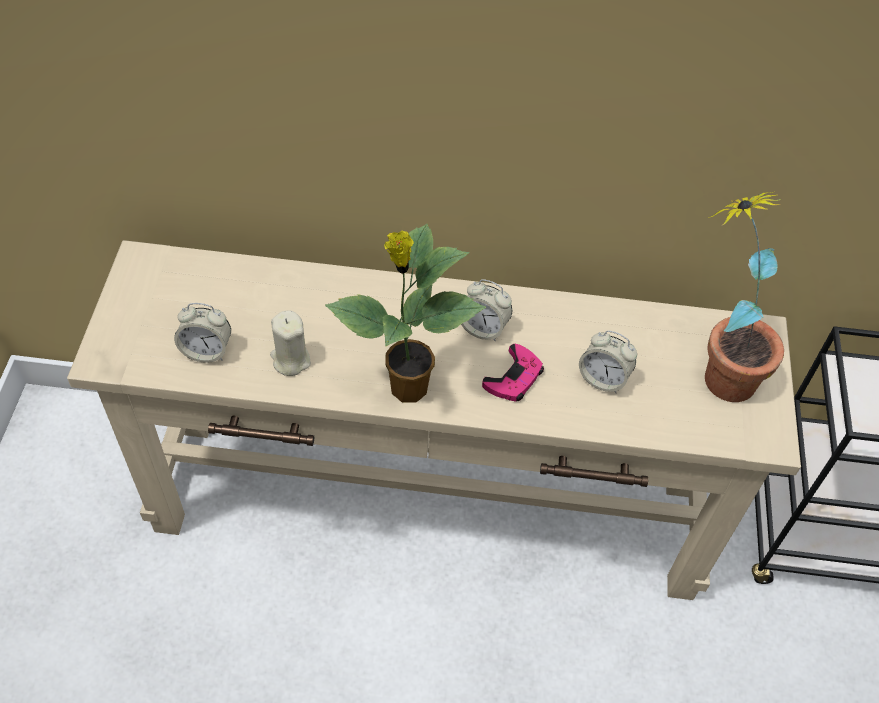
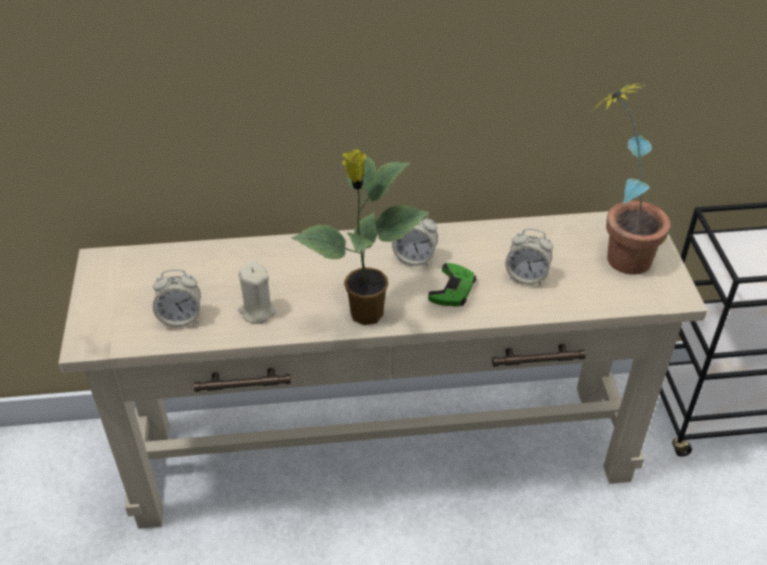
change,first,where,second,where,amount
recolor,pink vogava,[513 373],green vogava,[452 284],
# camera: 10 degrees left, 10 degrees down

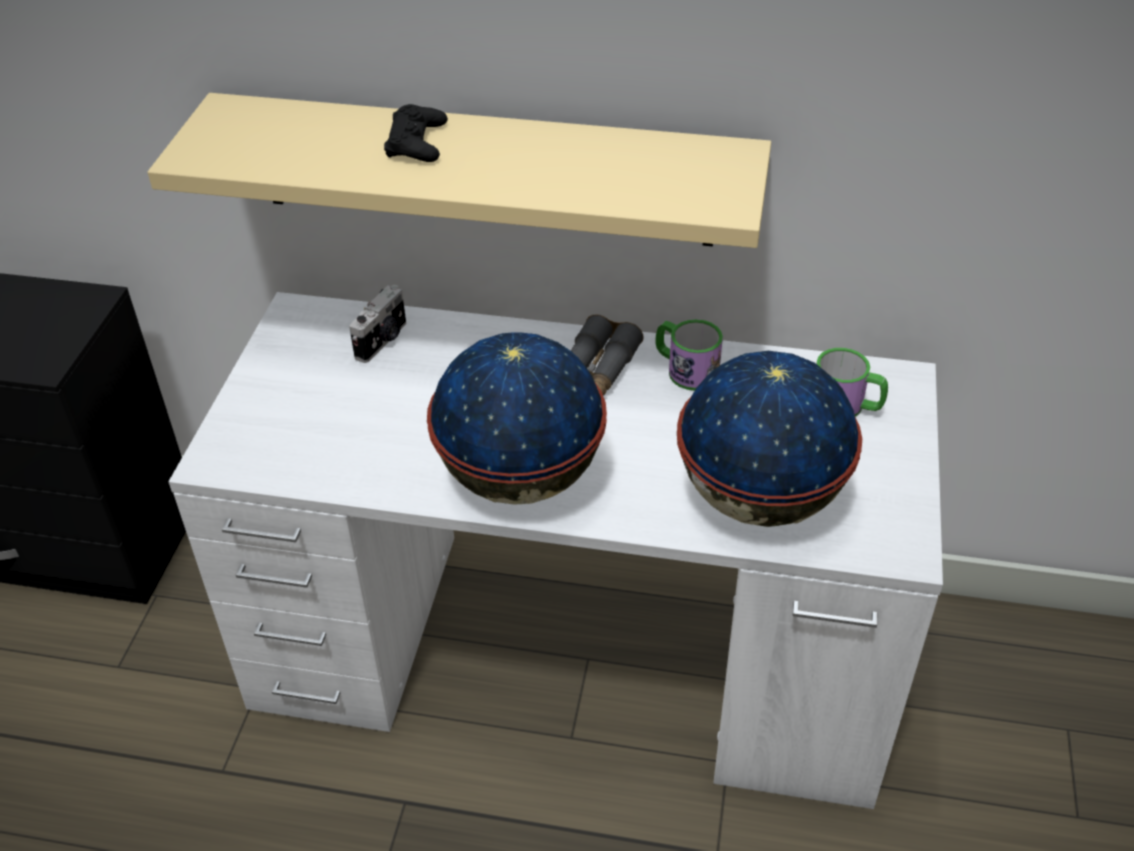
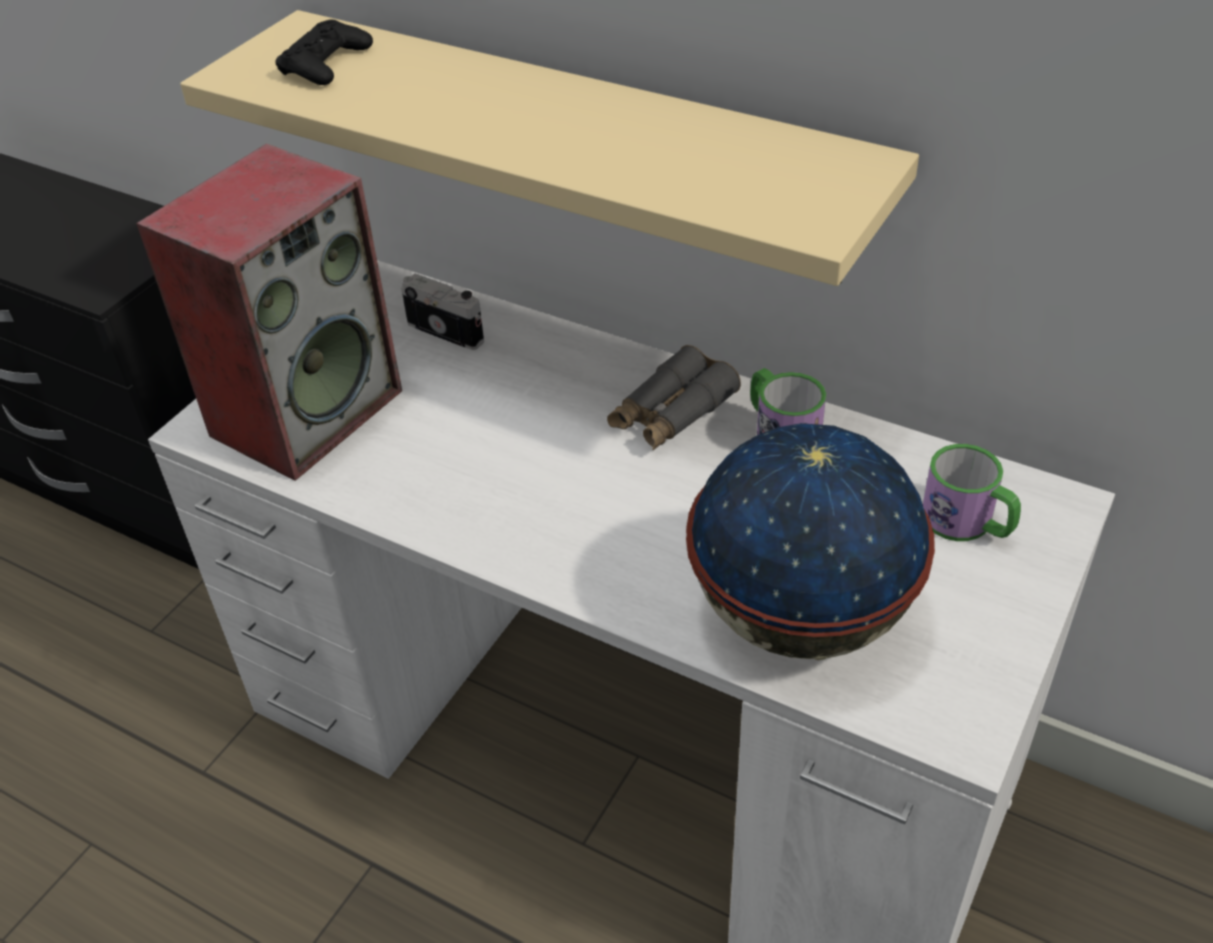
change,first,where,second,where,amount
move,black vogava,[416 133],,[324 52],
rotate,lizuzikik,[377 324],,[442 311],105 degrees counterclockwise
delete,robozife,[517 418],,,
insert,,,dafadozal,[269 312],
# camera: 20 degrees right, 0 degrees up

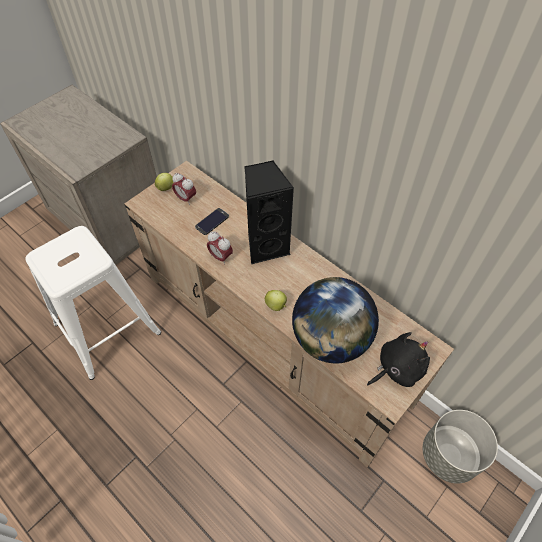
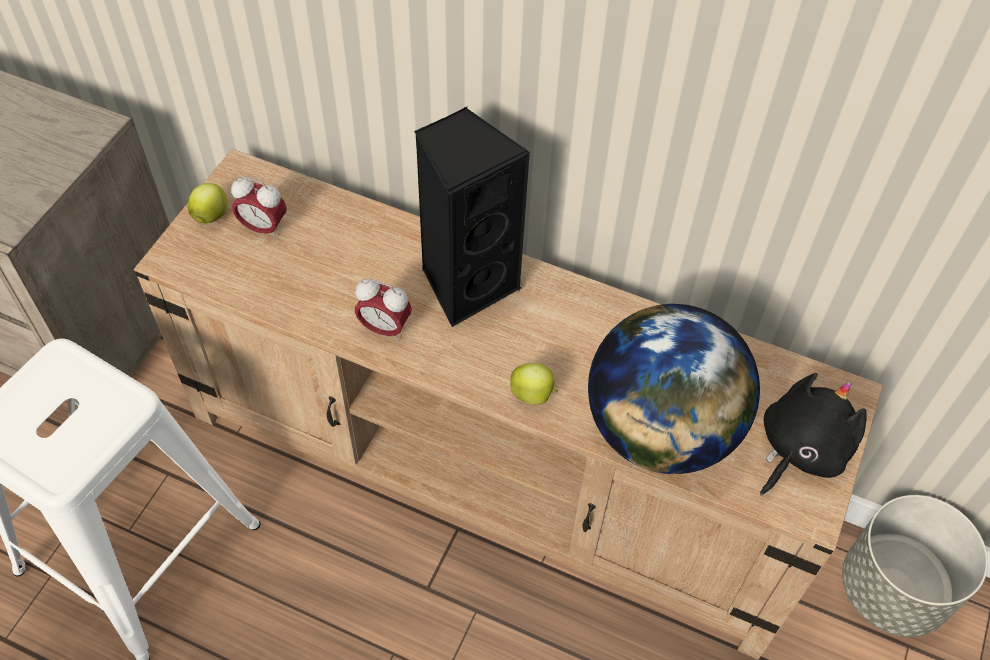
change,first,where,second,where,amount
delete,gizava,[212 221],,,
# camera: 20 degrees left, 0 degrees up

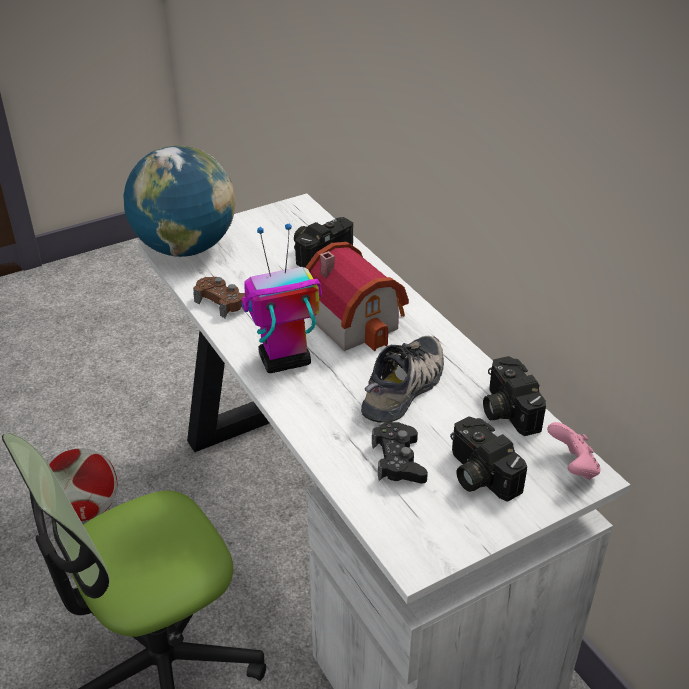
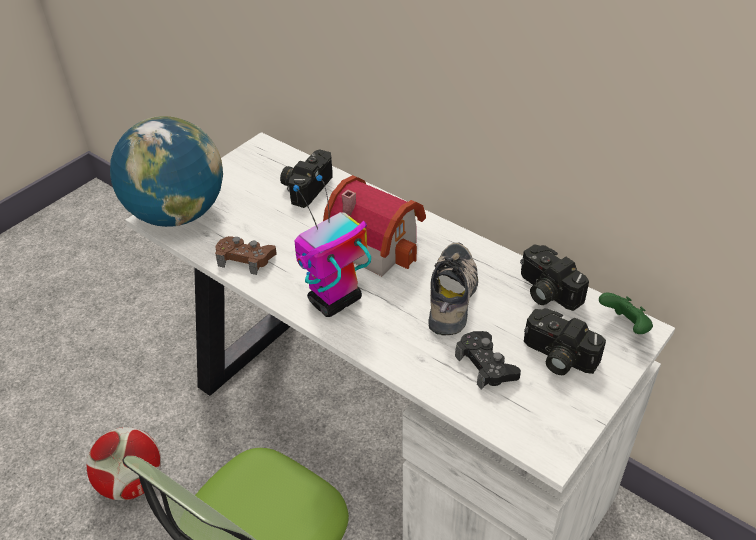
change,first,where,second,where,amount
recolor,pink vogava,[574 451],green vogava,[626 313],
# camera: 20 degrees left, 5 degrees up

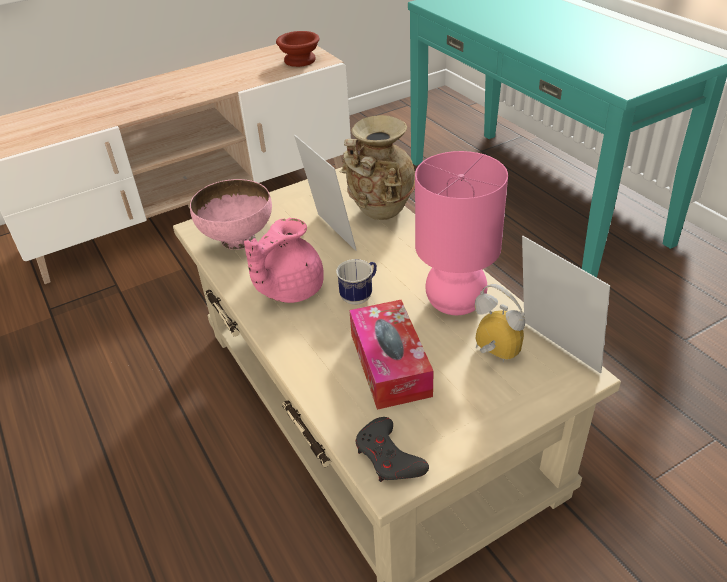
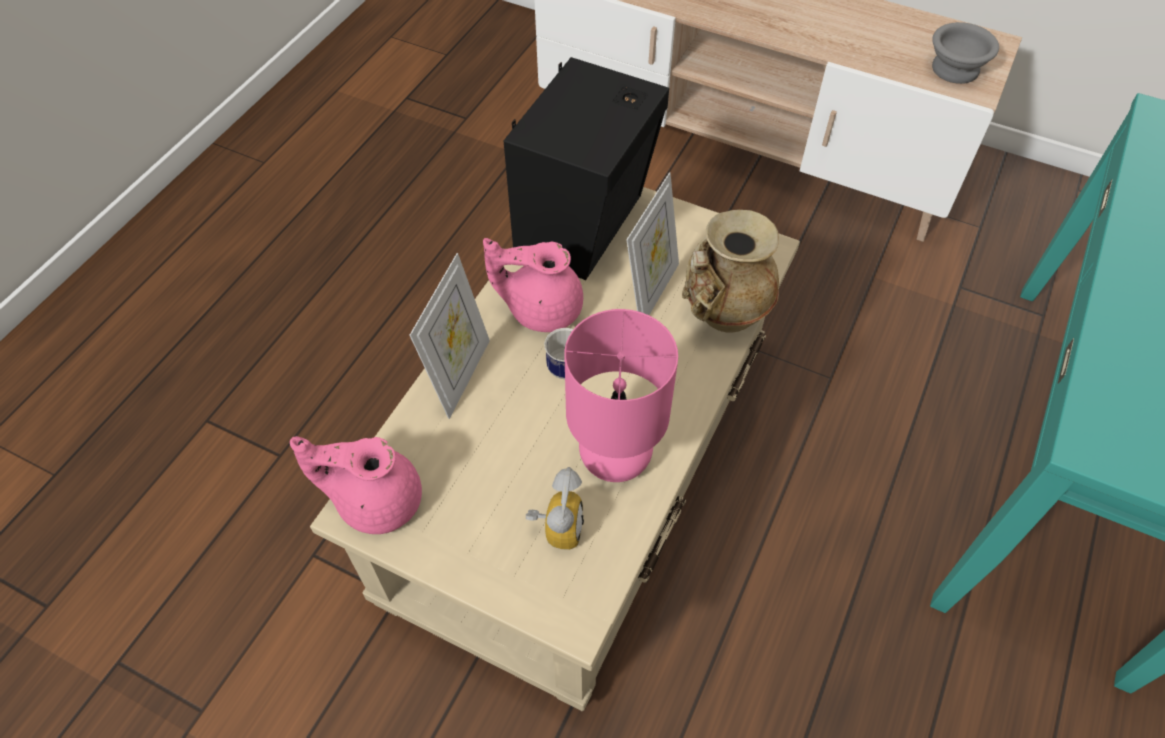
change,first,where,second,where,amount
recolor,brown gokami,[298 49],grey gokami,[965 53],
replace,pink gokami,[231 214],black dafadozal,[586 168],
move,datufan,[566 305],,[450 336],
delete,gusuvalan,[391 355],,,
replace,grey vogava,[392 449],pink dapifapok,[356 485],
# camera: 55 degrees right, 15 degrees up

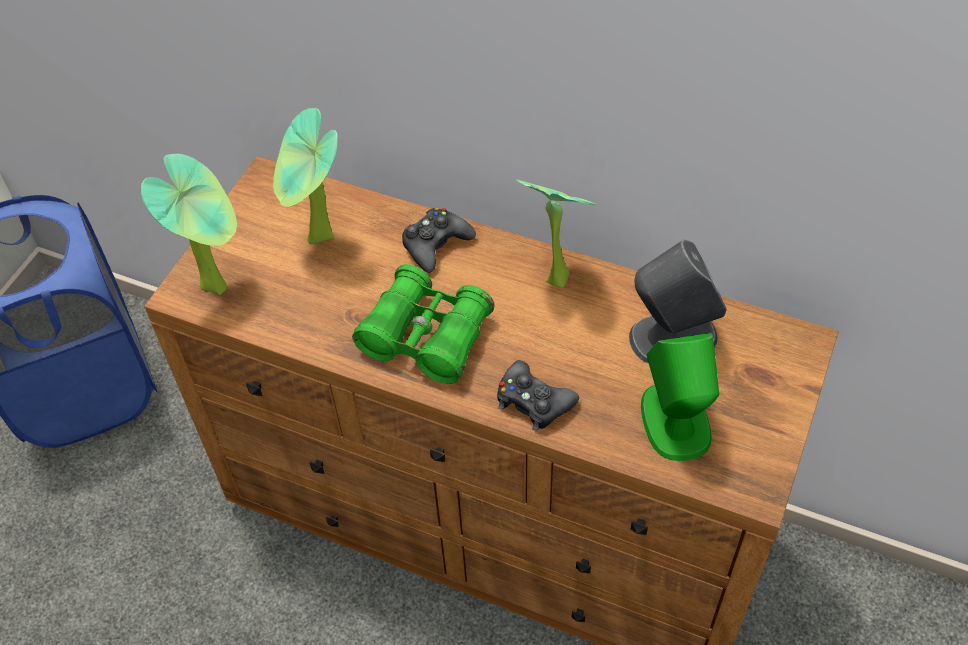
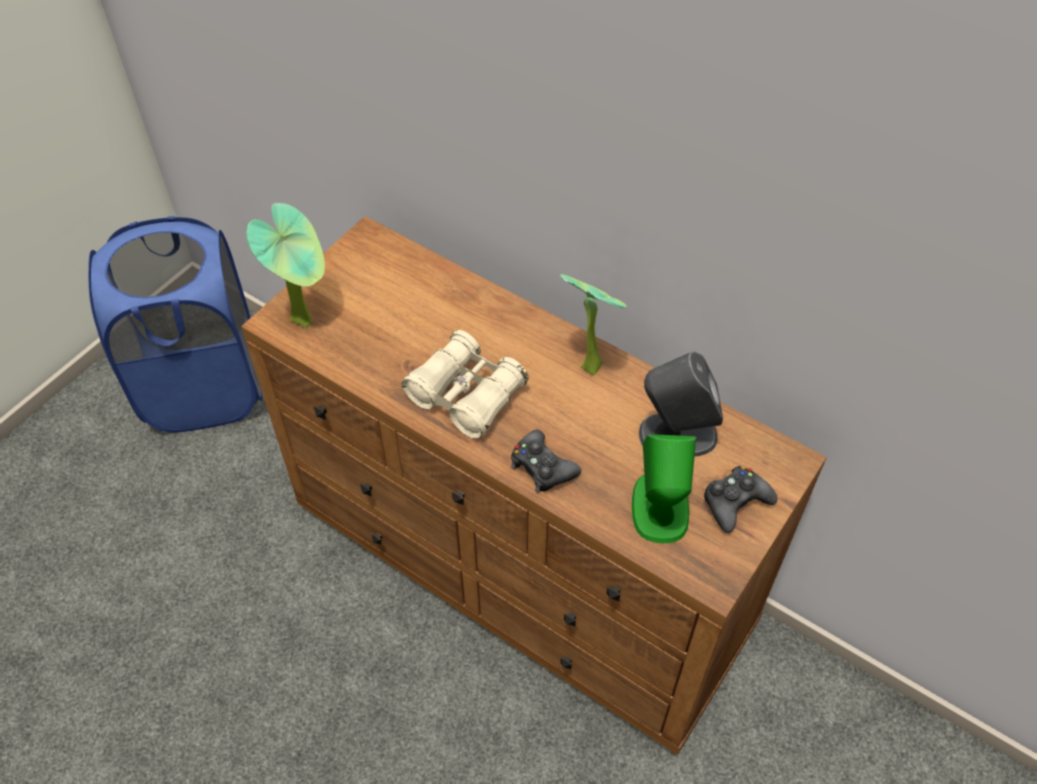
change,first,where,second,where,amount
delete,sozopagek,[305 176],,,
move,black vogava,[439 240],,[741 499],
recolor,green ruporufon,[423 324],beige ruporufon,[465 384],
# camera: 10 degrees right, 0 degrees up

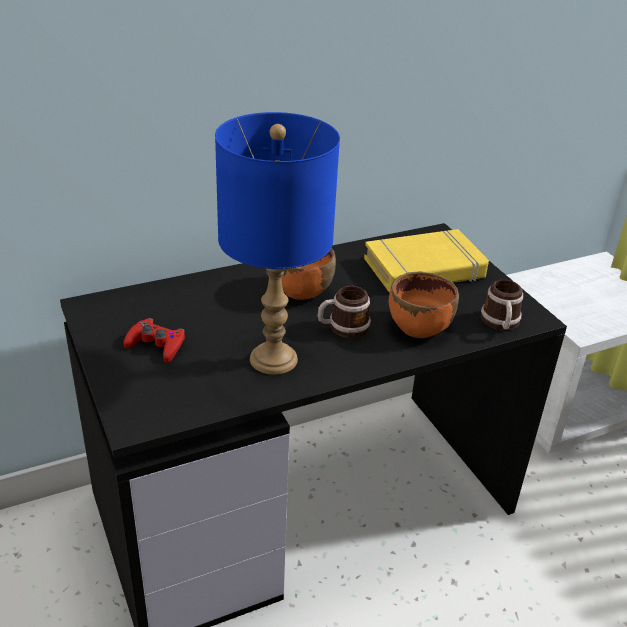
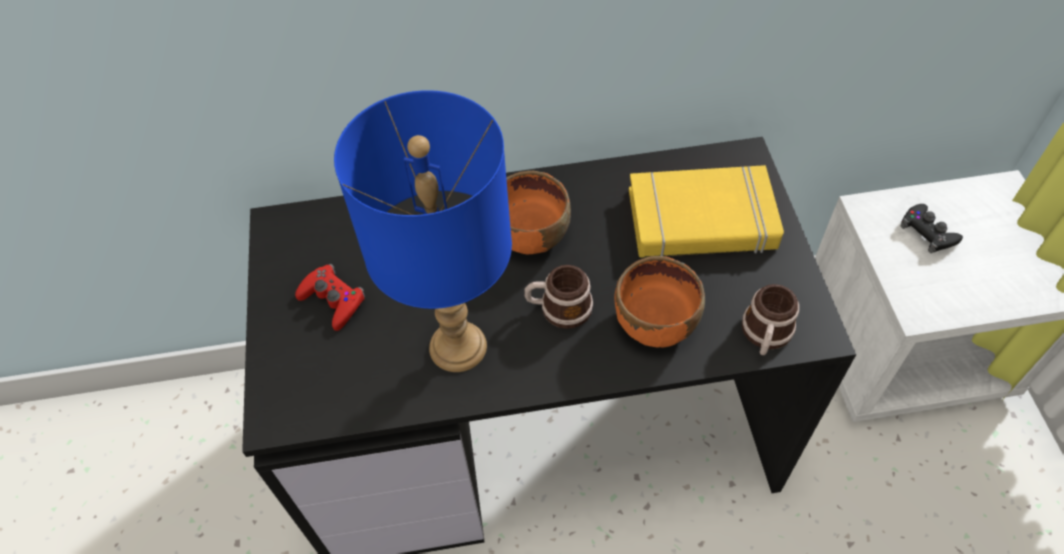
change,first,where,second,where,amount
insert,,,black vogava,[932 228],
# camera: 20 degrees right, 20 degrees up

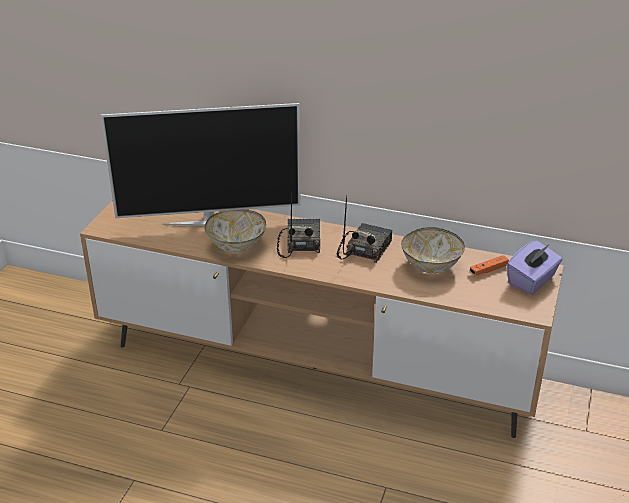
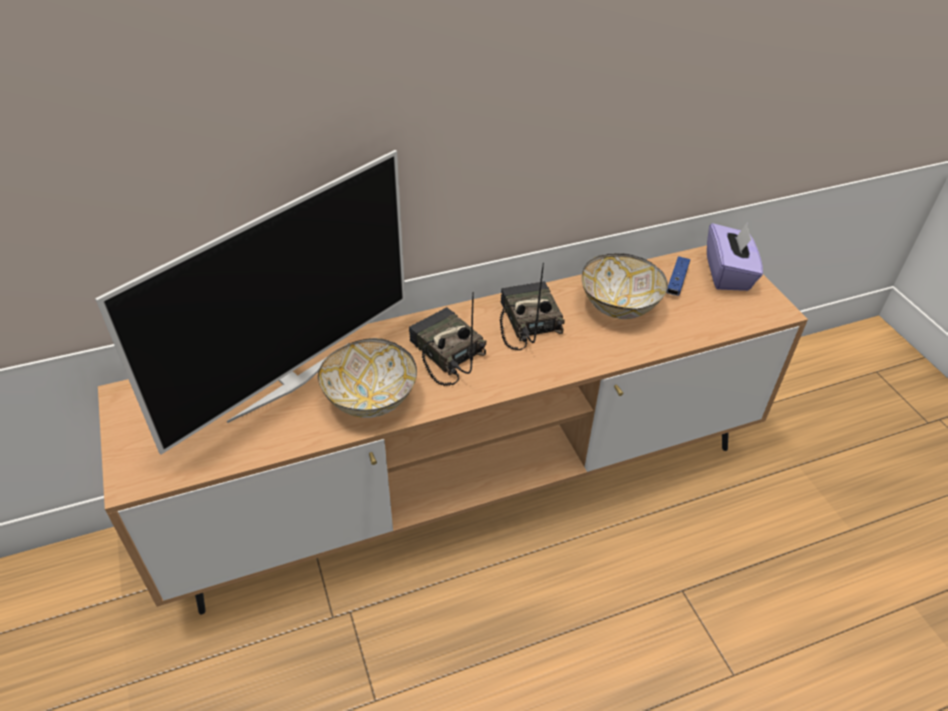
change,first,where,second,where,amount
recolor,orange vogava,[489 265],blue vogava,[678 276],
# camera: 40 degrees left, 10 degrees up

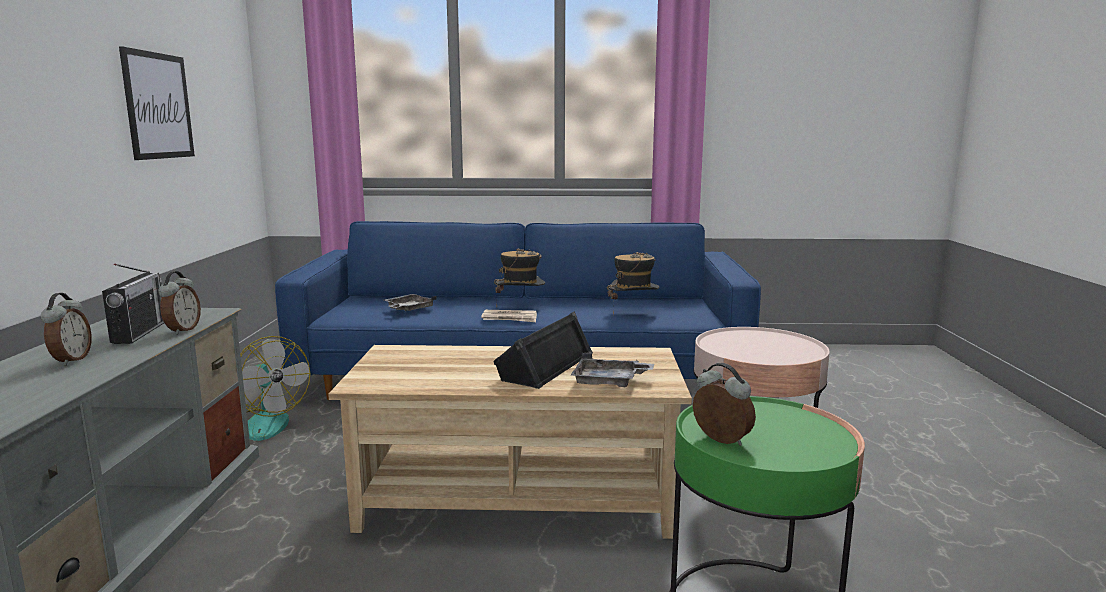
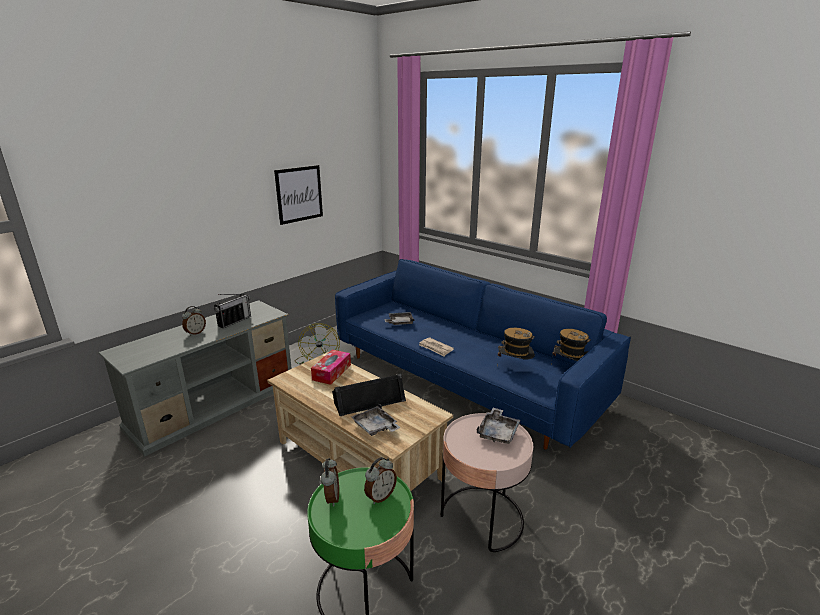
change,first,where,second,where,amount
move,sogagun,[519 278],,[571 346],
move,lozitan,[179 303],,[380 480],
insert,,,gusuvalan,[331 367],
insert,,,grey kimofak,[498 426],
# camera: 40 degrees right, 10 degrees up

